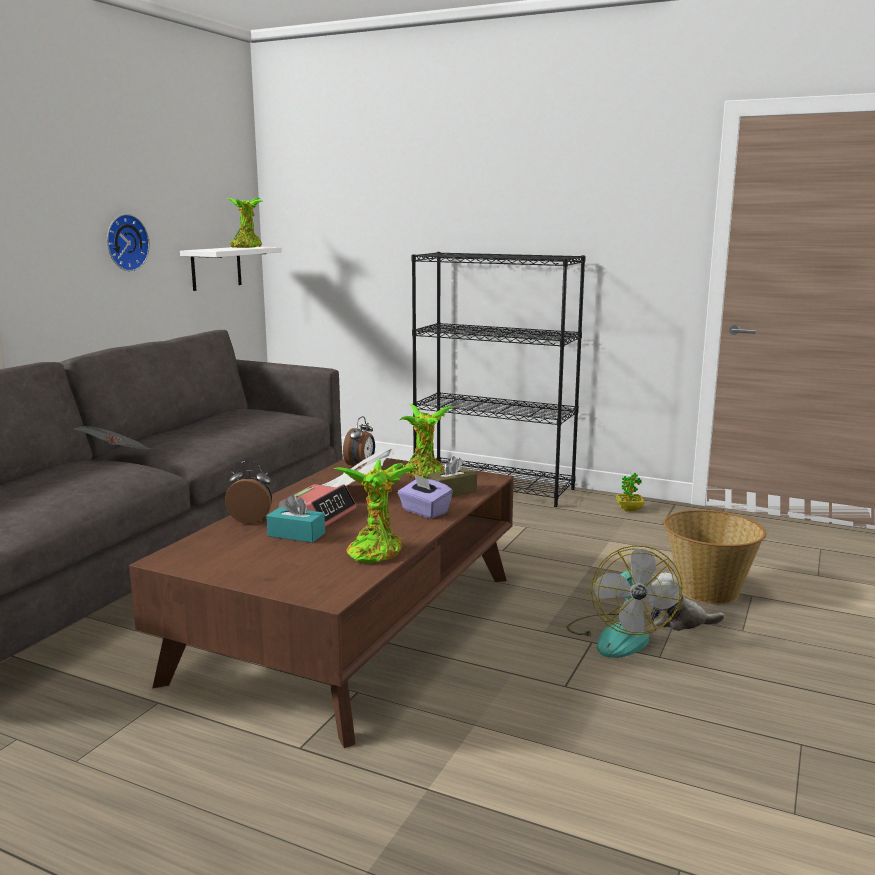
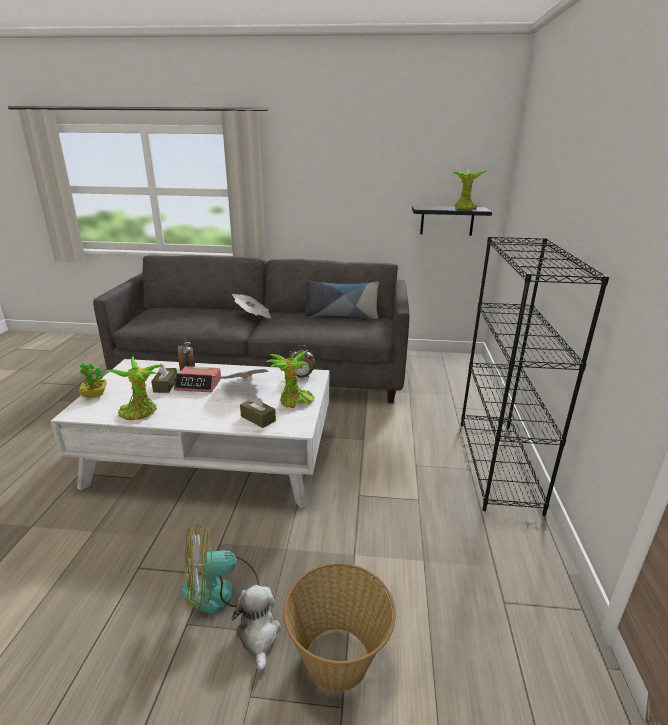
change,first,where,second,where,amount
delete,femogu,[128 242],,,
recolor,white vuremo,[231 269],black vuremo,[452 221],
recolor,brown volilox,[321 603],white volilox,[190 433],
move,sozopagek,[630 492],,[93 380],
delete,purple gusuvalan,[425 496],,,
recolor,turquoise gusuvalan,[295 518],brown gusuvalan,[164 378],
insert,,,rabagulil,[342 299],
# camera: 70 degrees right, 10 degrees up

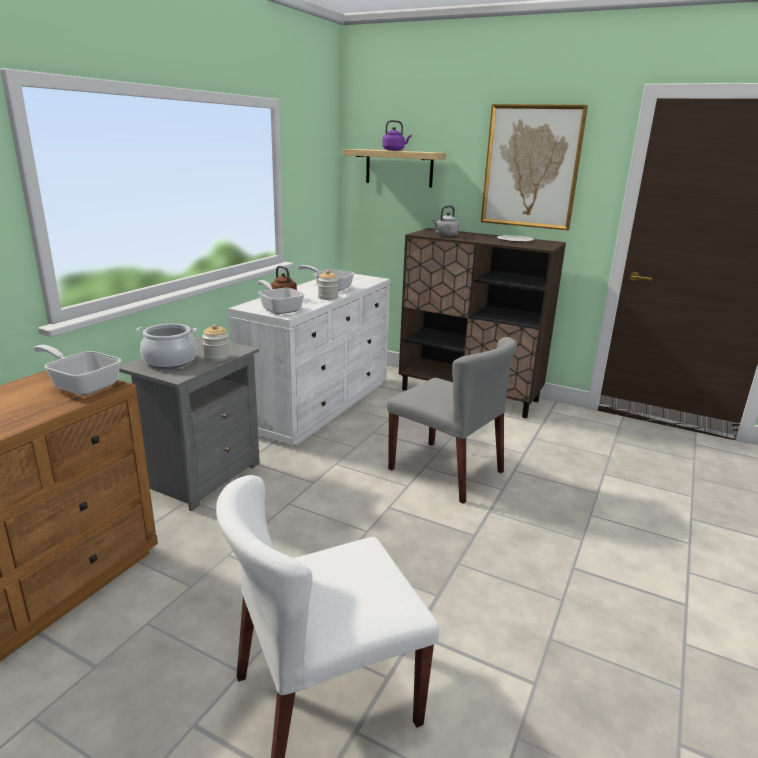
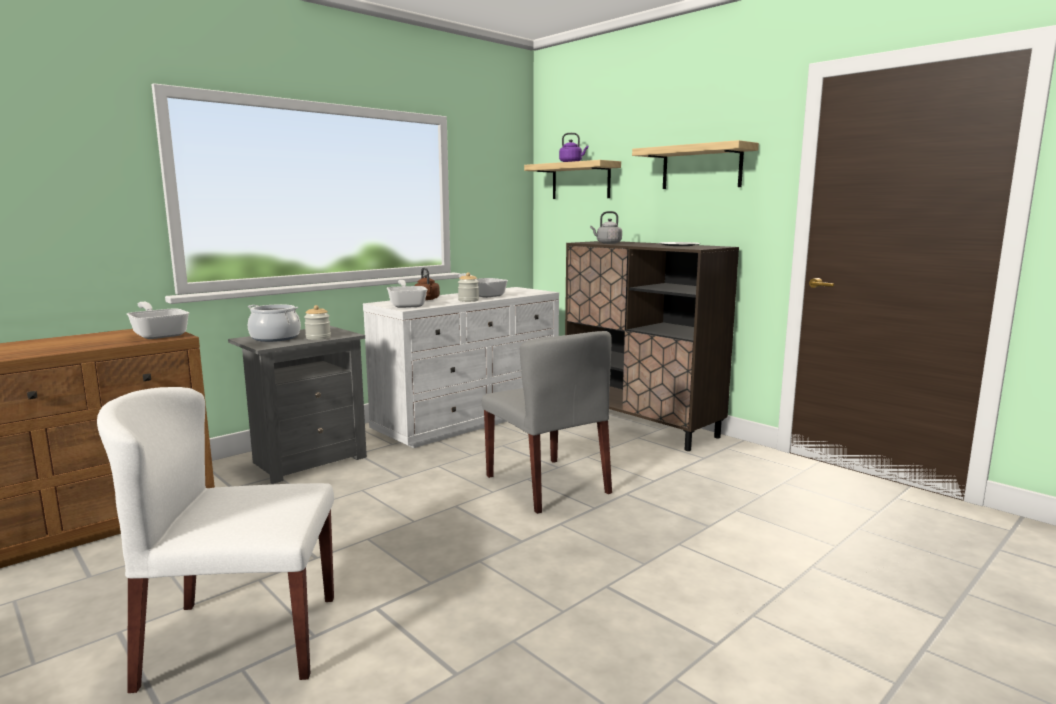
change,first,where,second,where,amount
replace,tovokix,[534 167],vuremo,[695 164],
# camera: 20 degrees right, 10 degrees down

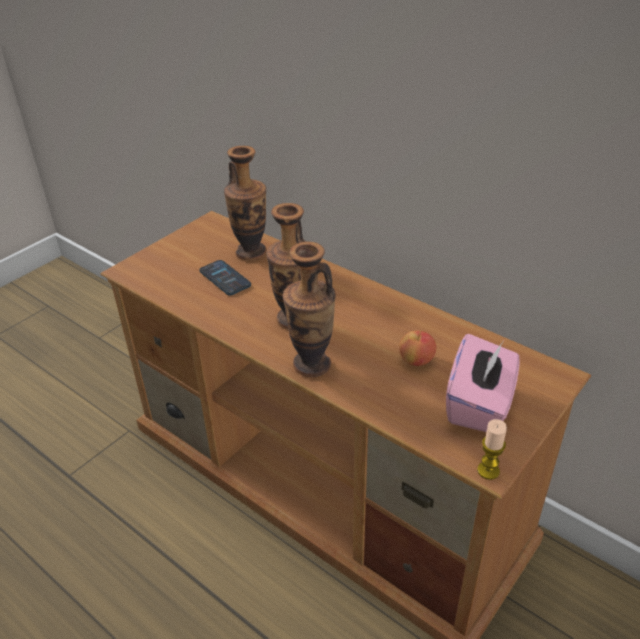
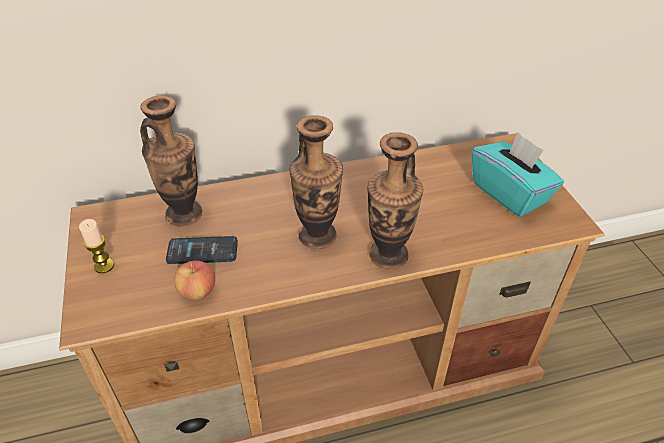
change,first,where,second,where,amount
move,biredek,[417 348],,[194 280],
recolor,pink gusuvalan,[483 383],turquoise gusuvalan,[518 174],
move,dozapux,[492 449],,[96 246],
# camera: 55 degrees left, 5 degrees up

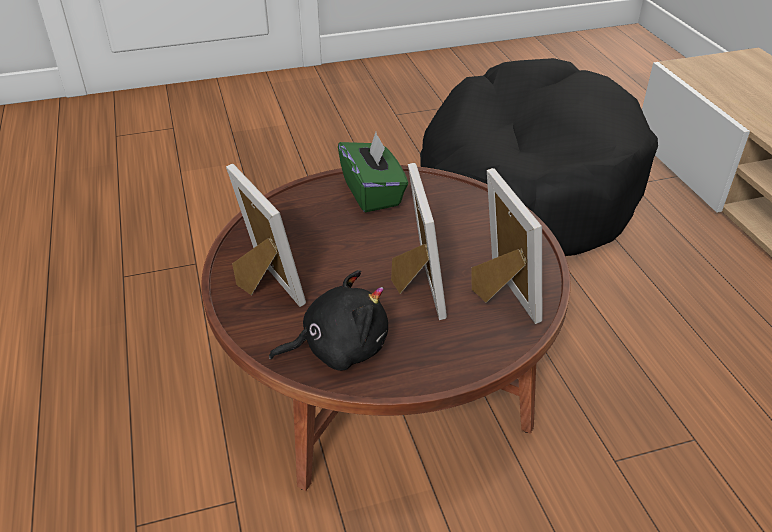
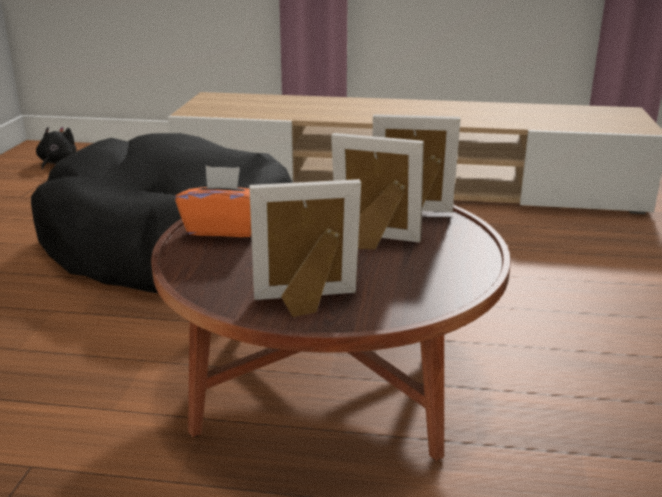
change,first,where,second,where,amount
recolor,green gusuvalan,[373 172],orange gusuvalan,[213 201],
move,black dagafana,[328 320],,[56 148],
# camera: 65 degrees left, 15 degrees down

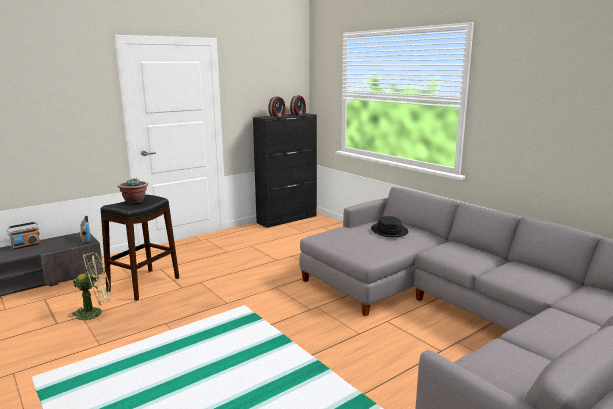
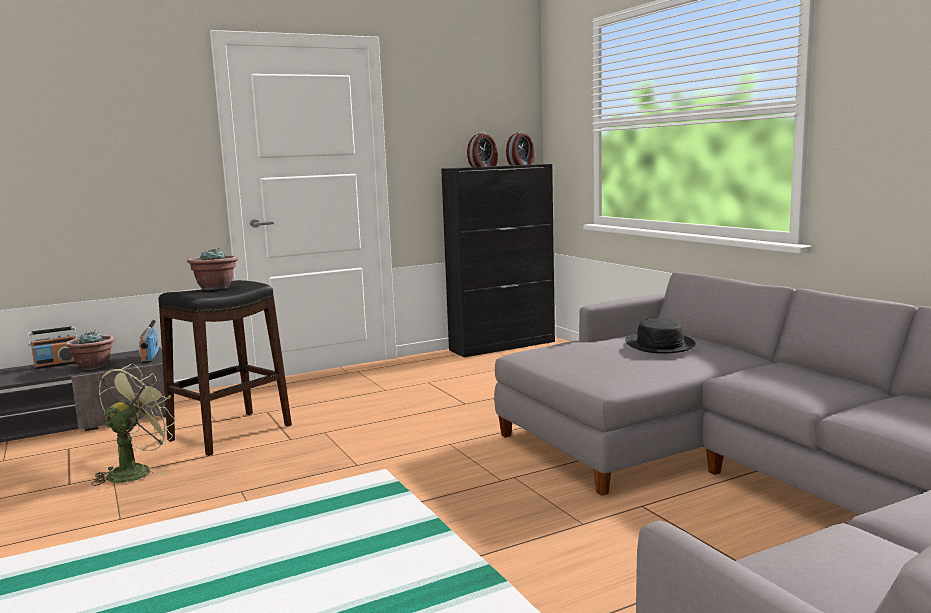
change,first,where,second,where,amount
rotate,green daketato,[89 287],,[135 424],45 degrees counterclockwise
insert,,,sozopagek,[90 350],
# camera: 10 degrees right, 5 degrees down

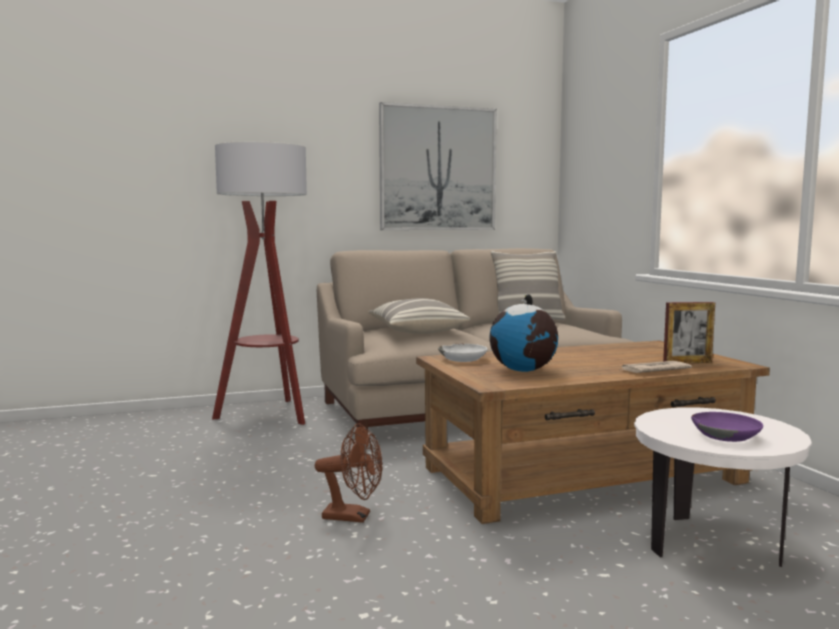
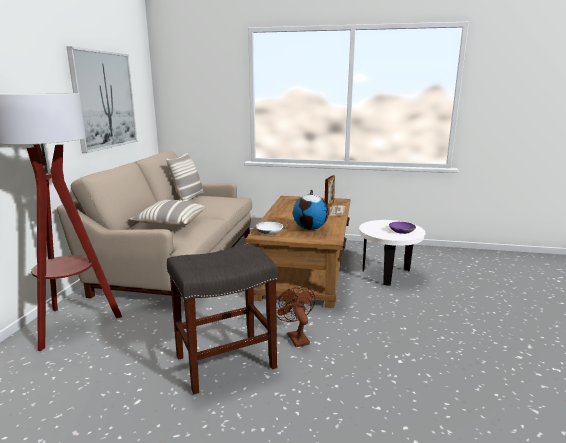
change,first,where,second,where,amount
rotate,brown daketato,[349 473],,[295 316],60 degrees counterclockwise
insert,,,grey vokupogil,[222 319],
# camera: 60 degrees left, 10 degrees up

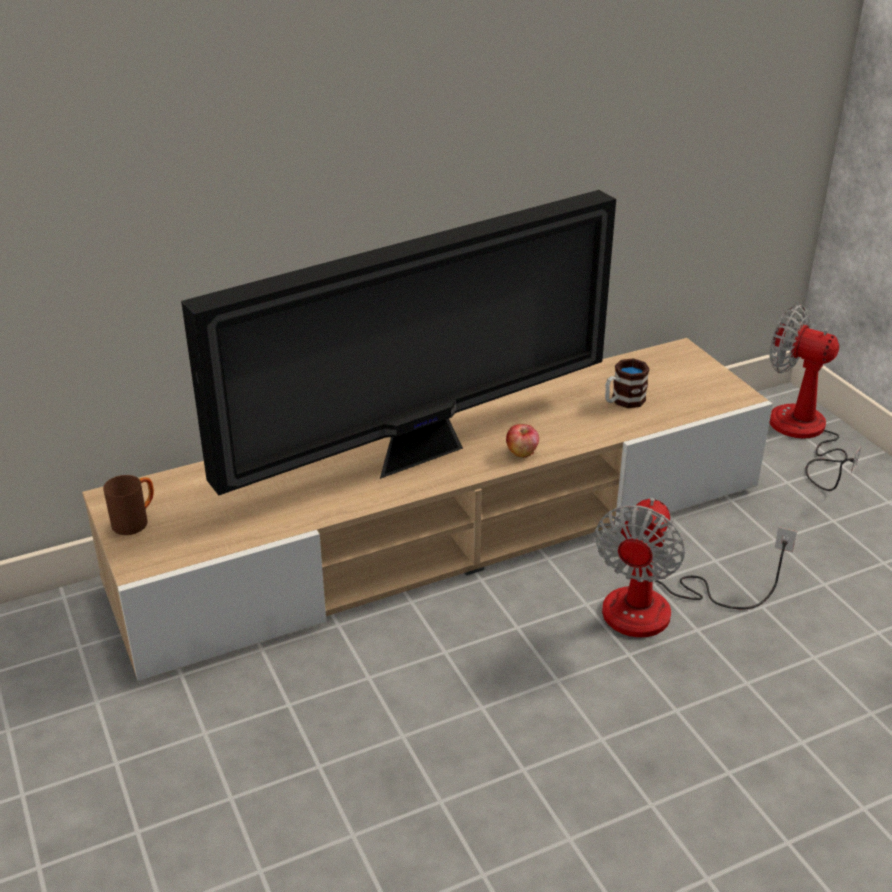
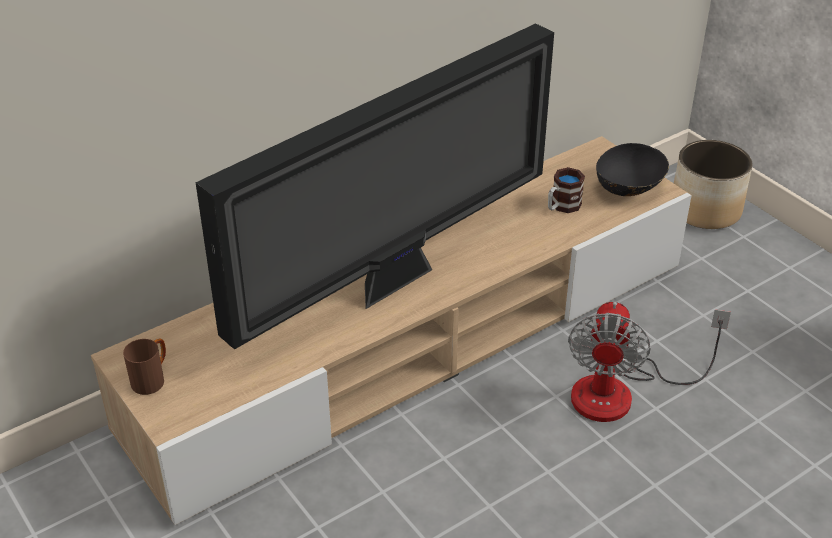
change,first,where,second,where,amount
replace,daketato,[815 398],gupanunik,[713 184],
delete,biredek,[522 440],,,
insert,,,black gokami,[632 169],
# camera: 10 degrees left, 5 degrees up

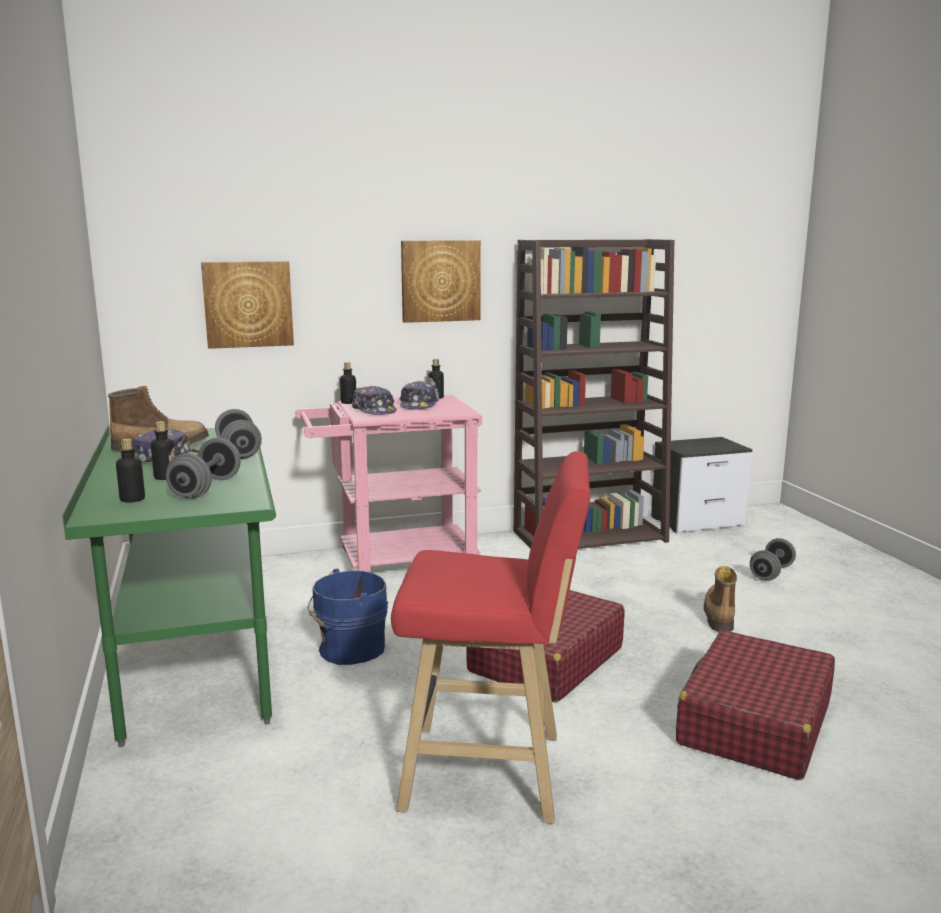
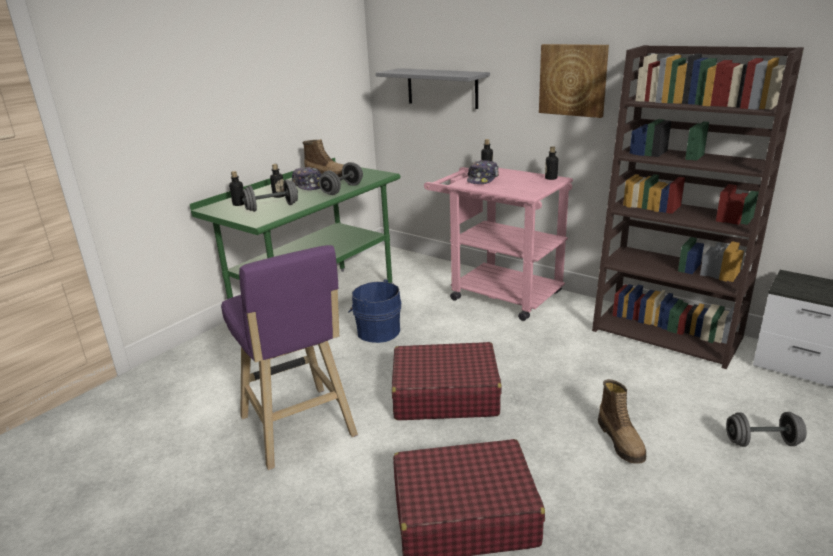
change,first,where,second,where,amount
replace,tovokix,[247 305],grey vuremo,[433 88],
delete,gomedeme,[419 395],,,
recolor,red vokupogil,[490 637],purple vokupogil,[289 357],
rotate,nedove,[720 599],,[622 421],105 degrees clockwise
# camera: 55 degrees right, 10 degrees up

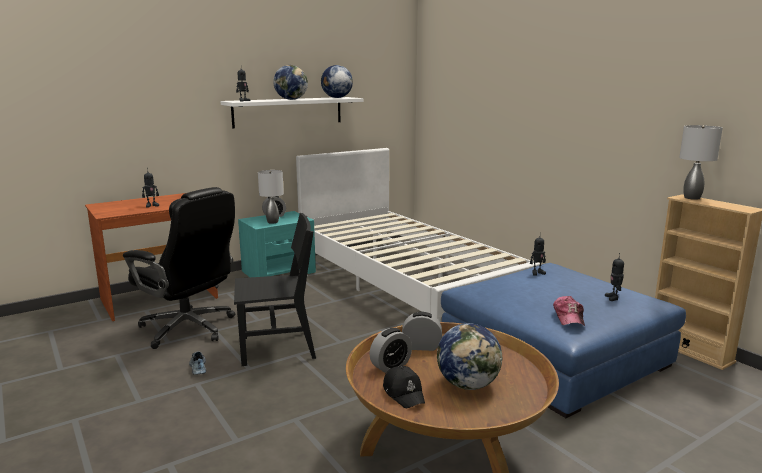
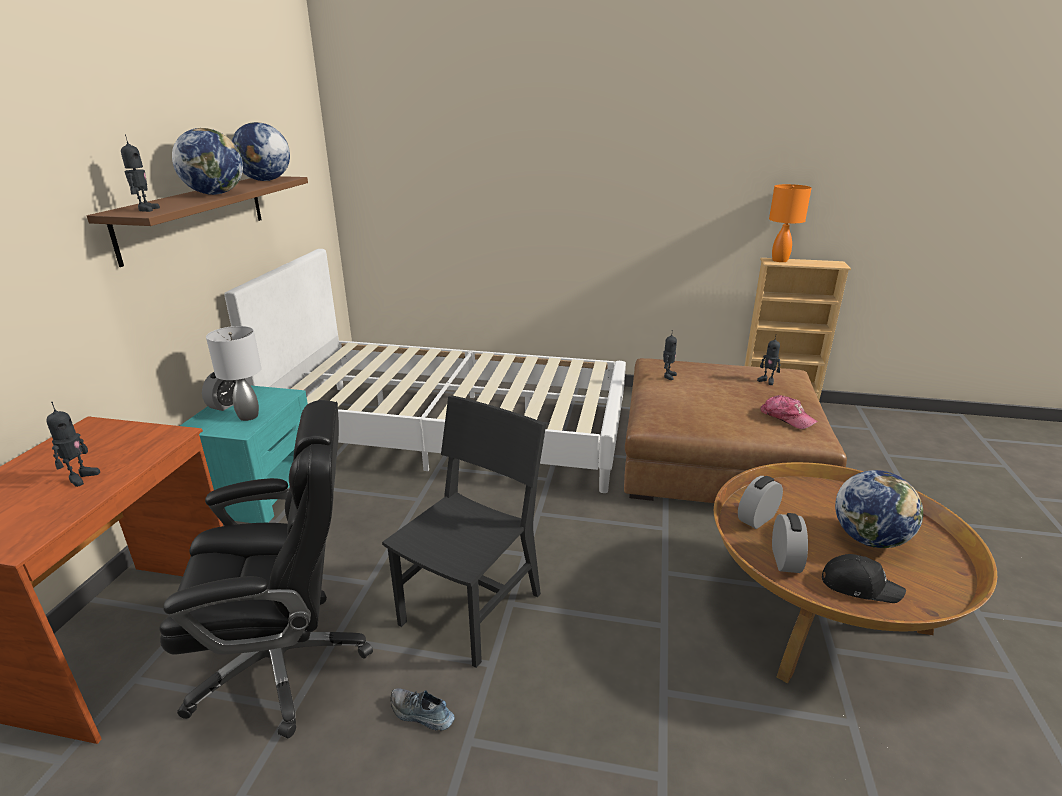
change,first,where,second,where,amount
recolor,white vuremo,[291 112],brown vuremo,[197 221],
recolor,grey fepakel,[701 162],orange fepakel,[790 223],
recolor,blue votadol,[563 340],brown votadol,[735 430],
# camera: 45 degrees left, 10 degrees up

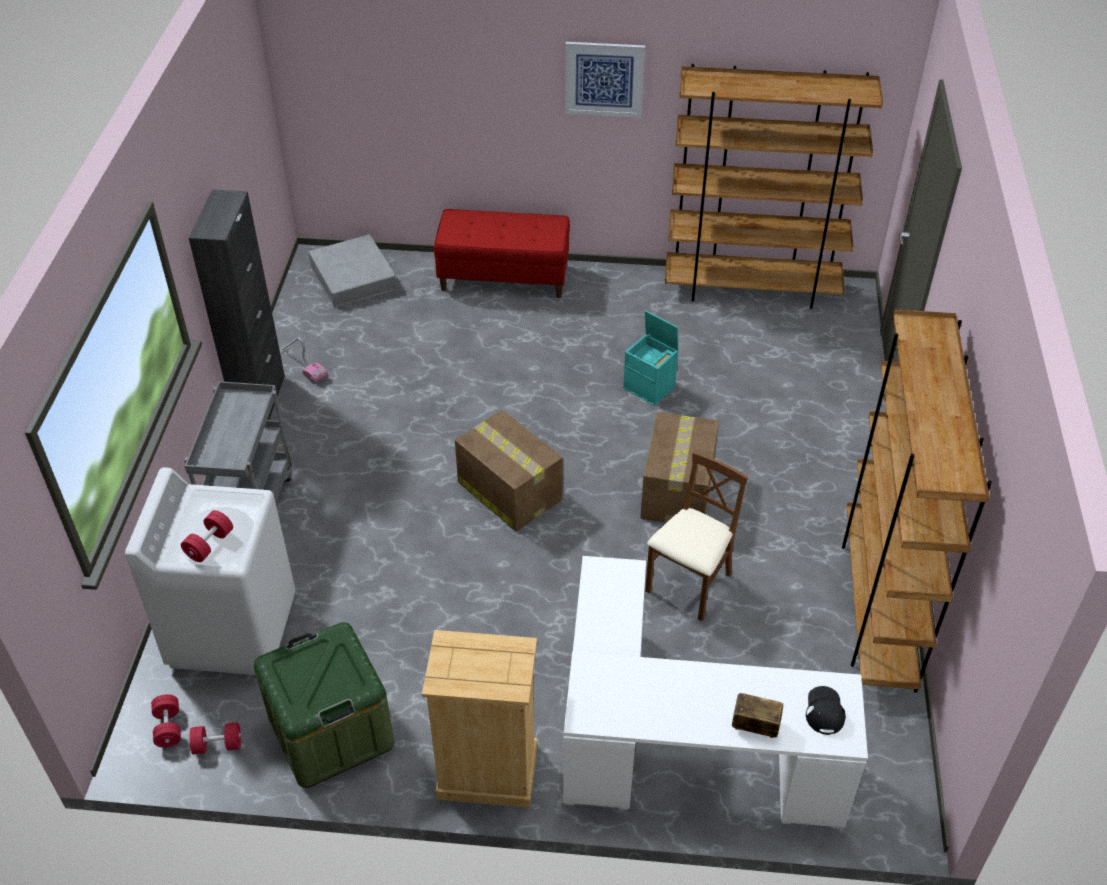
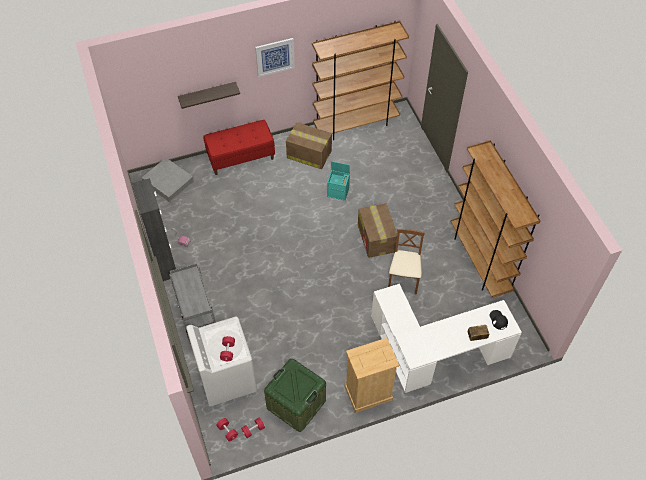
change,first,where,second,where,amount
move,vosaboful,[509 471],,[309 145],
insert,,,vuremo,[209 95],
# camera: 25 degrees left, 10 degrees up

